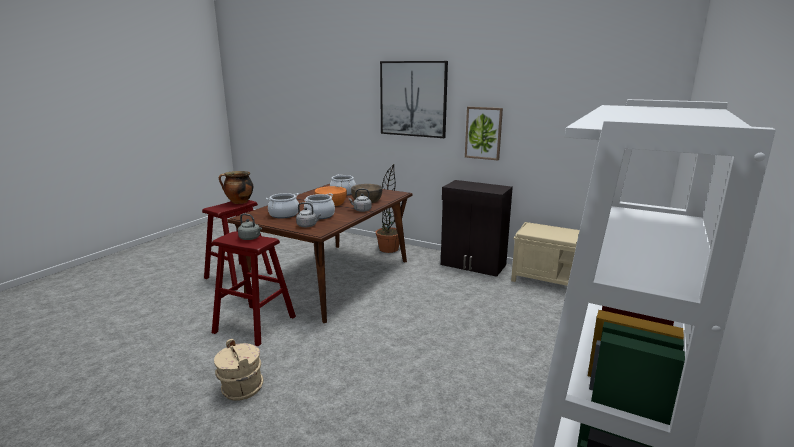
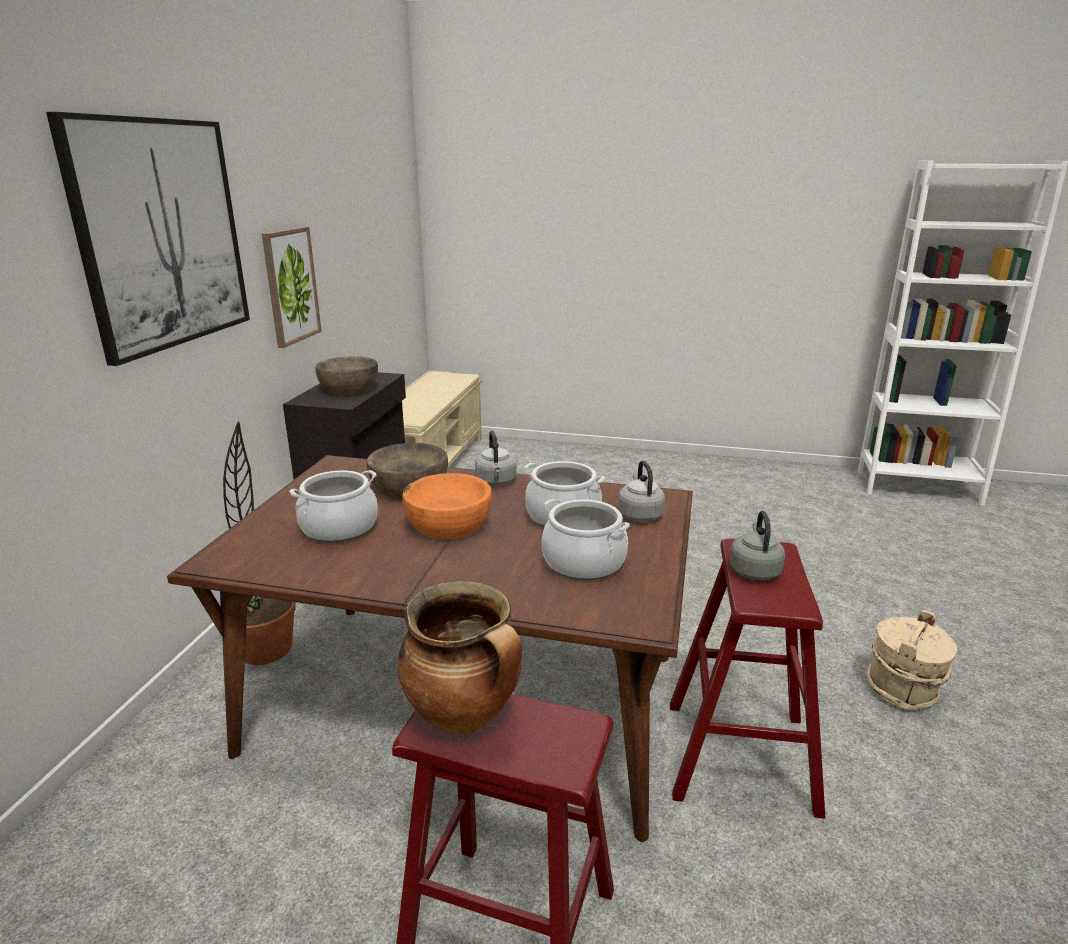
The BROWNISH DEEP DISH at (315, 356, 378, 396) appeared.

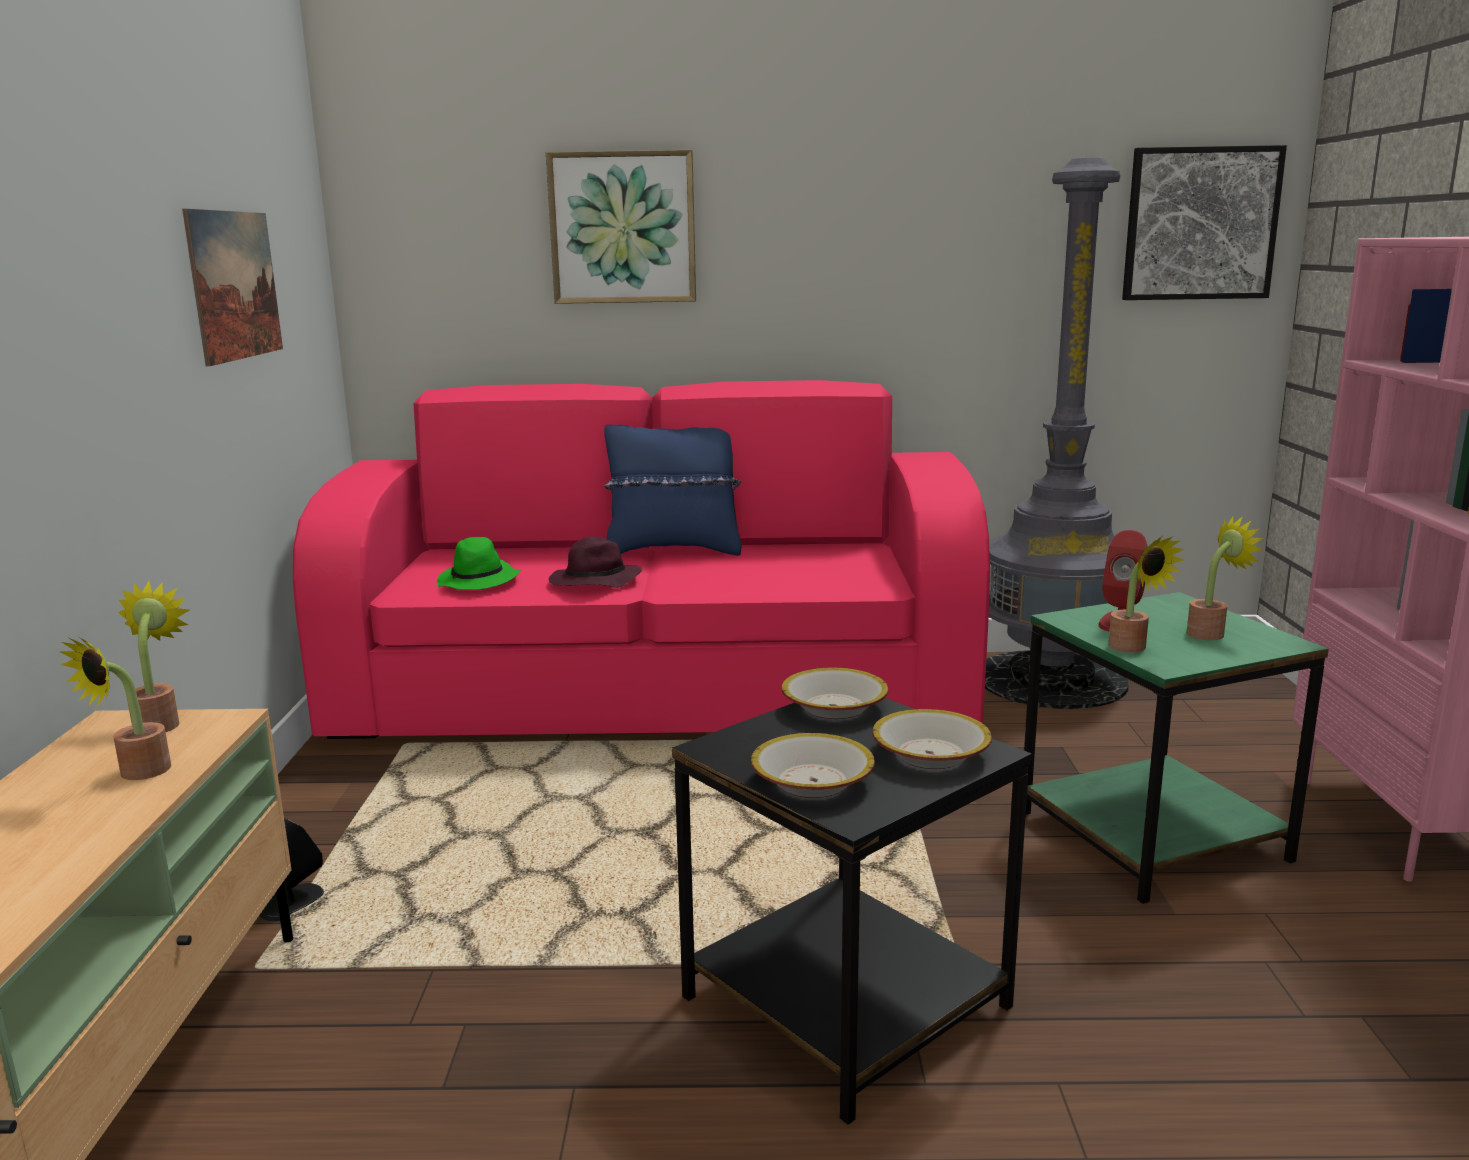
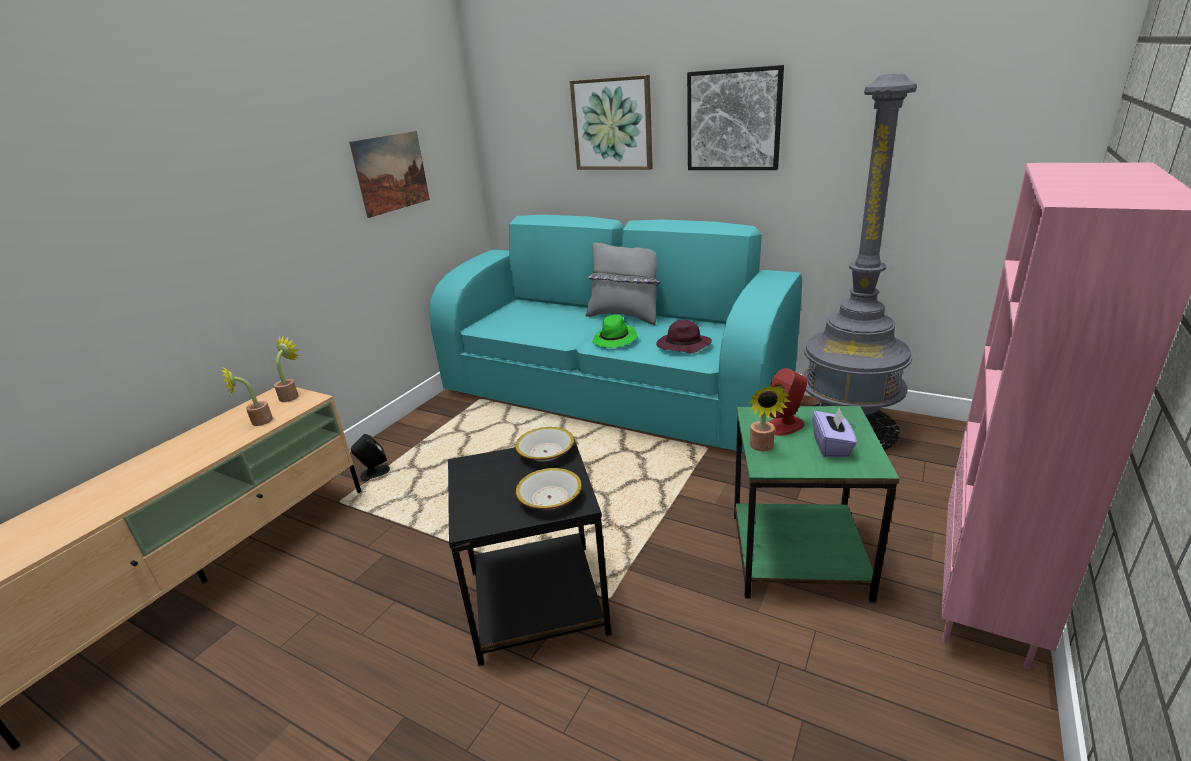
The PINKISH SOFA at (293, 380, 990, 739) became the TURQUOISE SOFA at (429, 215, 802, 453).
The BLUE-COLOURED CUSHION at (604, 425, 741, 556) became the GREY CUSHION at (586, 242, 661, 325).
The GREEN-COLOURED HAT moved from (437, 537, 521, 590) to (592, 315, 638, 348).
The PURPLE HAT moved from (549, 536, 642, 588) to (656, 320, 712, 354).
The WALL PICTURE moved from (1122, 145, 1287, 300) to (687, 65, 784, 170).
The PLANT IN A POT at (1187, 516, 1263, 640) was replaced by the PURPLE TISSUE BOX at (812, 407, 857, 457).
The DEEP DISH at (751, 733, 875, 798) disappeared.

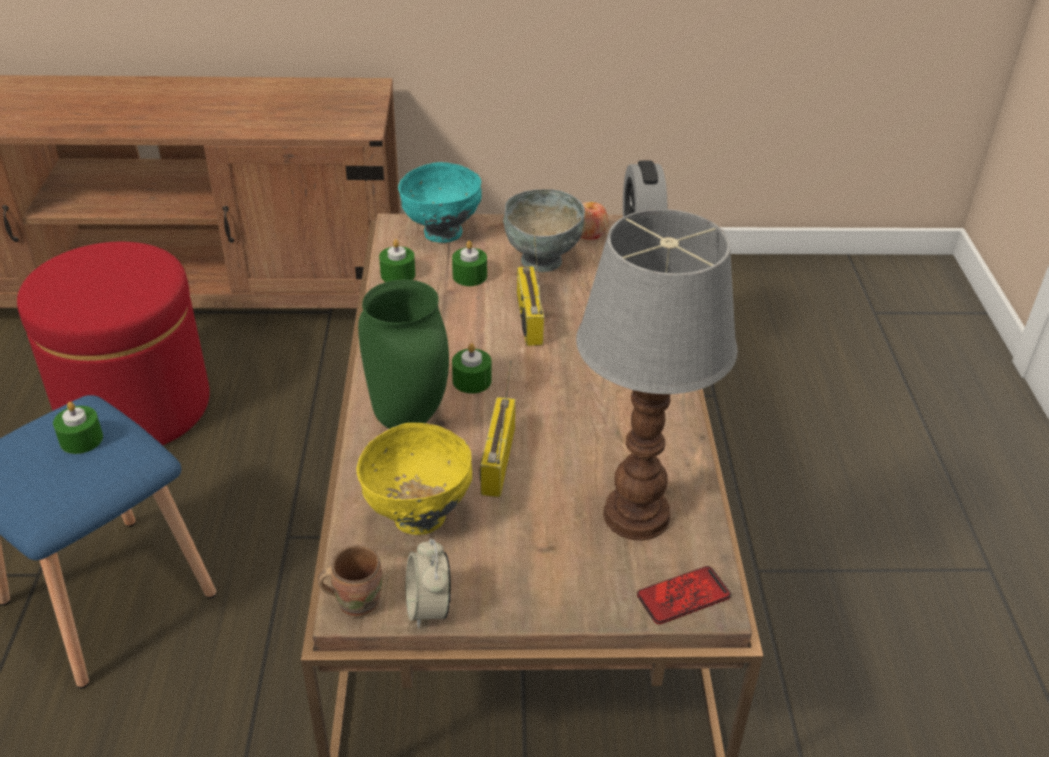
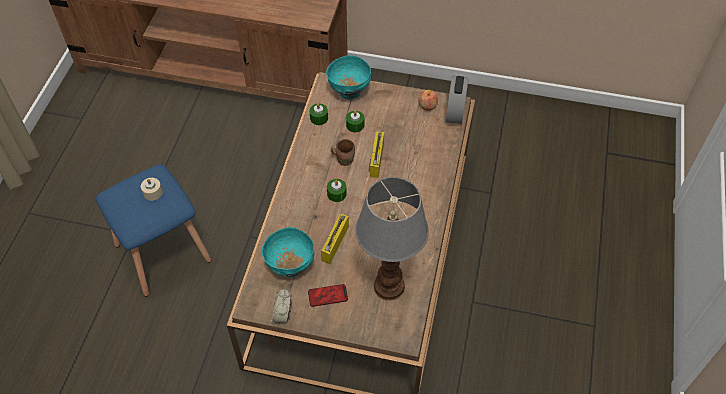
The GREEN-COLOURED CANDLE at (53, 402, 103, 454) became the SAND-COLOURED CANDLE at (141, 178, 163, 201).
The YELLOW-COLOURED DEEP DISH at (357, 423, 472, 535) became the TURQUOISE DEEP DISH at (262, 227, 314, 277).
The TELEPHONE moved from (637, 566, 731, 624) to (308, 284, 348, 307).
The BROWNISH COFFEE MUG moved from (318, 545, 382, 617) to (331, 139, 355, 166).
The REDDISH FOOTREST at (17, 242, 210, 445) disappeared.
The GREEN-COLOURED DECORATIVE VASE at (358, 279, 449, 429) disappeared.
The GREY DEEP DISH at (503, 189, 585, 272) disappeared.

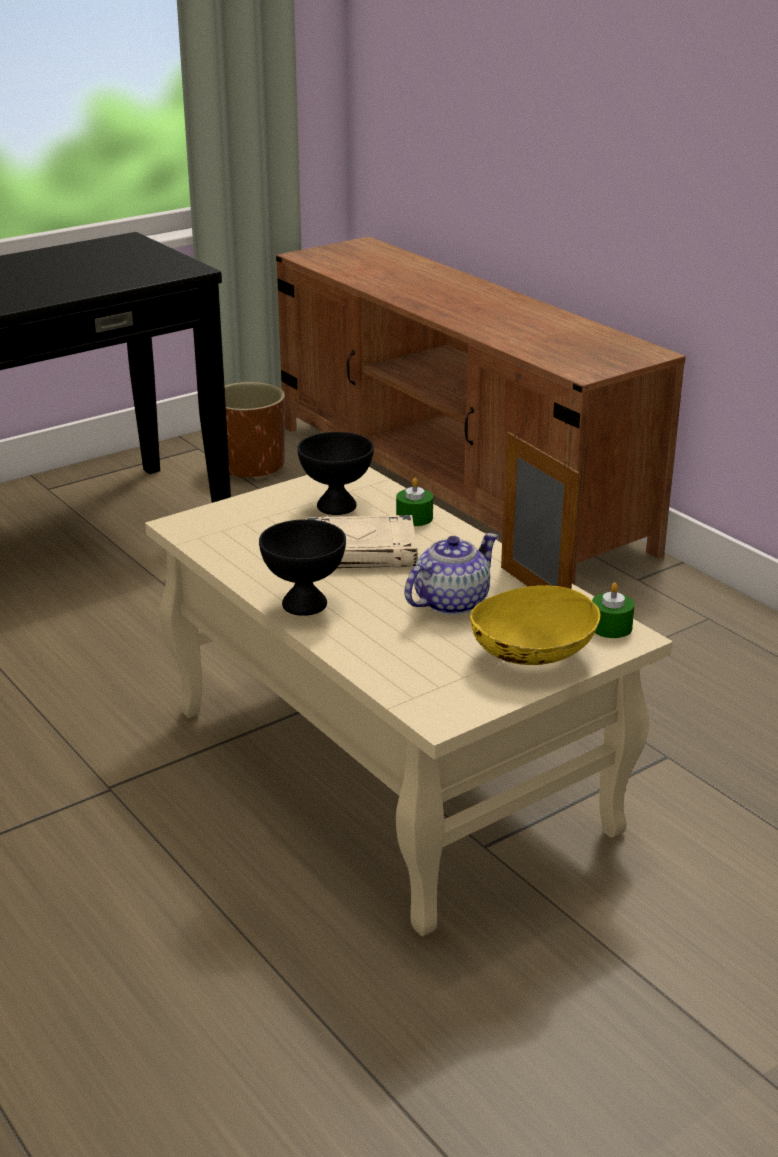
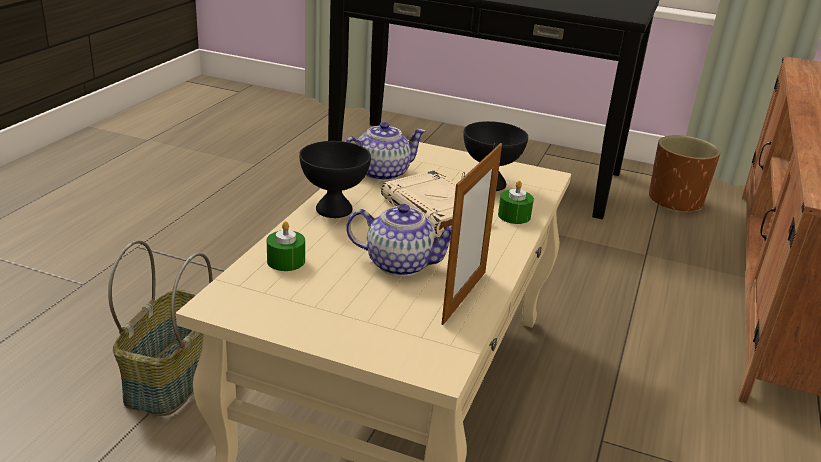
The HOUSEHOLD BASKET at (108, 240, 213, 416) appeared.
The GREEN-COLOURED CANDLE moved from (592, 582, 635, 638) to (267, 221, 305, 271).
The POT FOR TEA at (345, 122, 426, 181) appeared.
The YELLOW-COLOURED DEEP DISH at (470, 585, 600, 665) disappeared.

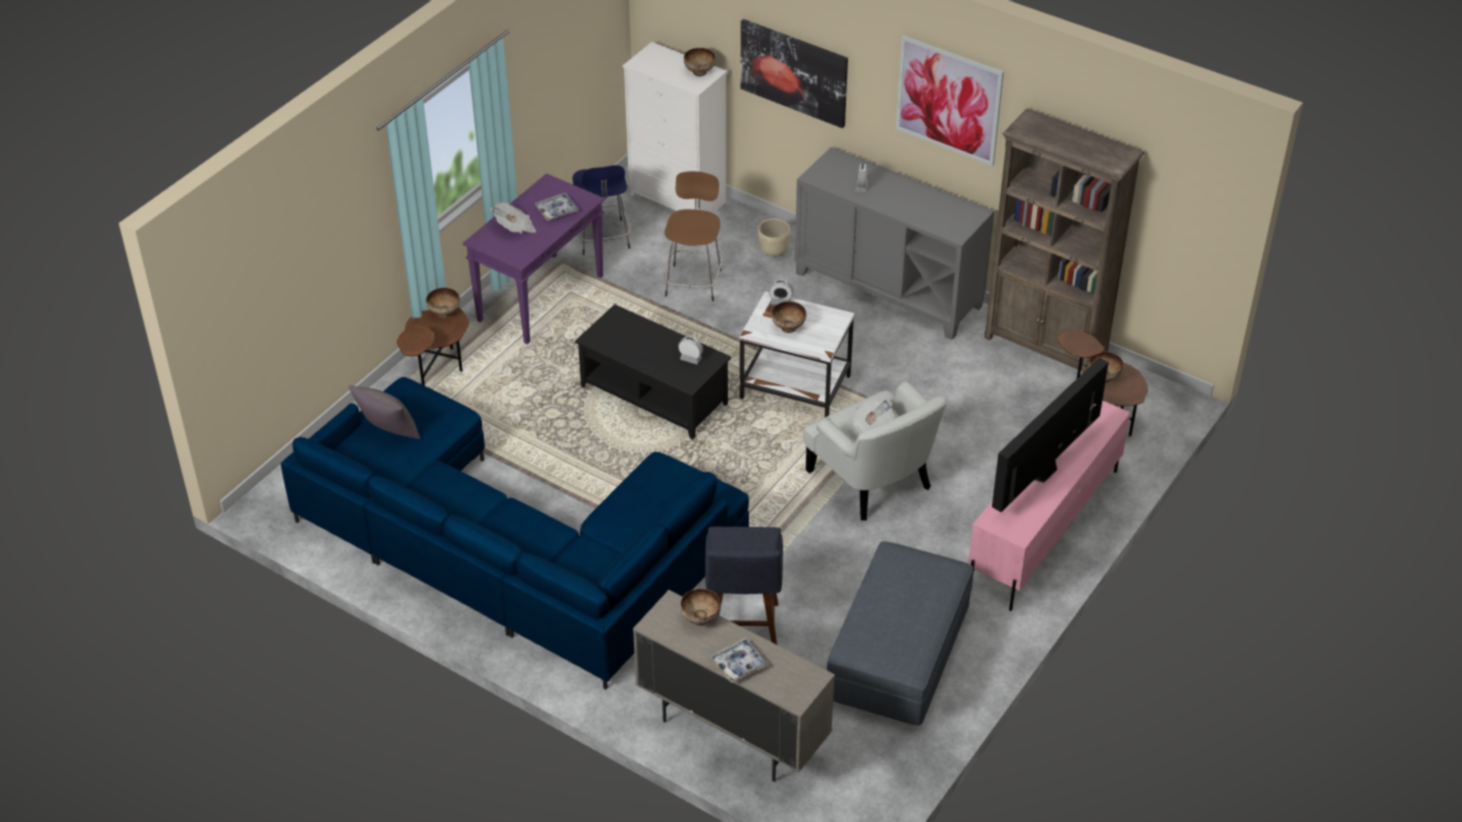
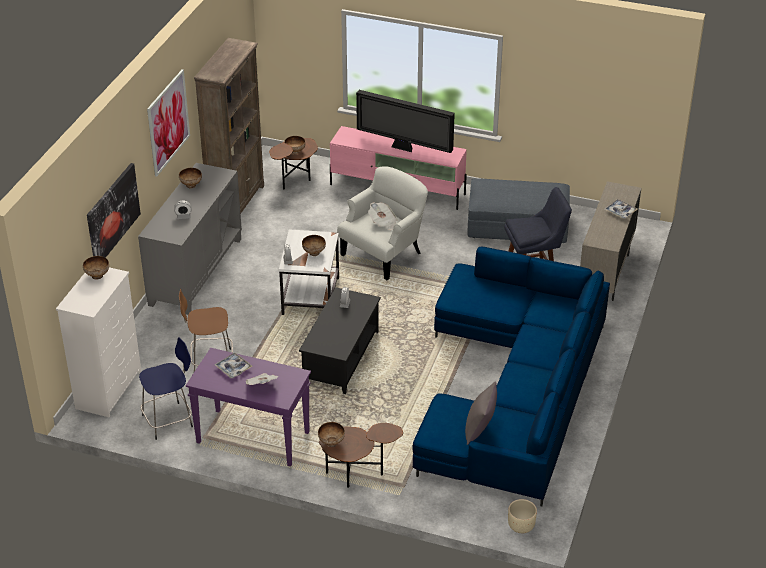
The DEEP DISH moved from (680, 588, 721, 626) to (179, 168, 202, 188).
The SAND-COLOURED PLANTER moved from (758, 218, 790, 256) to (508, 499, 537, 533).

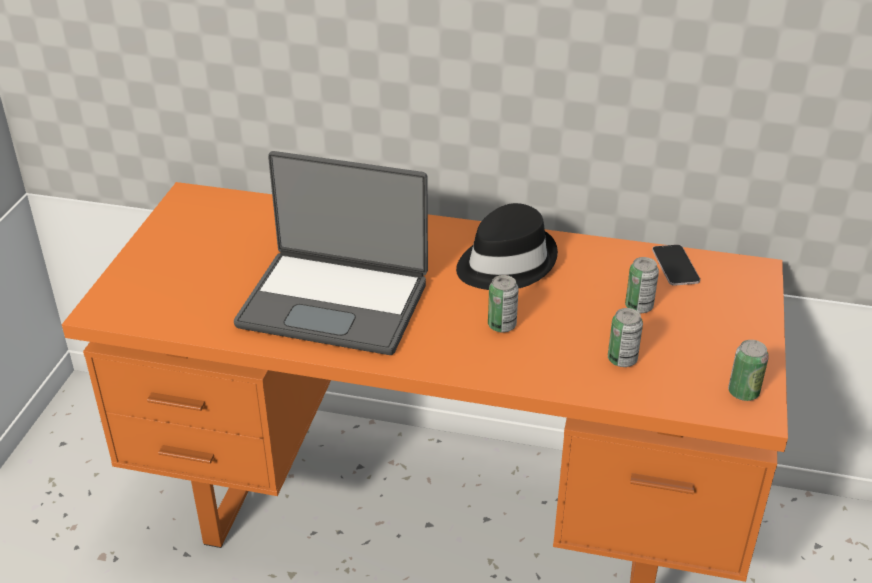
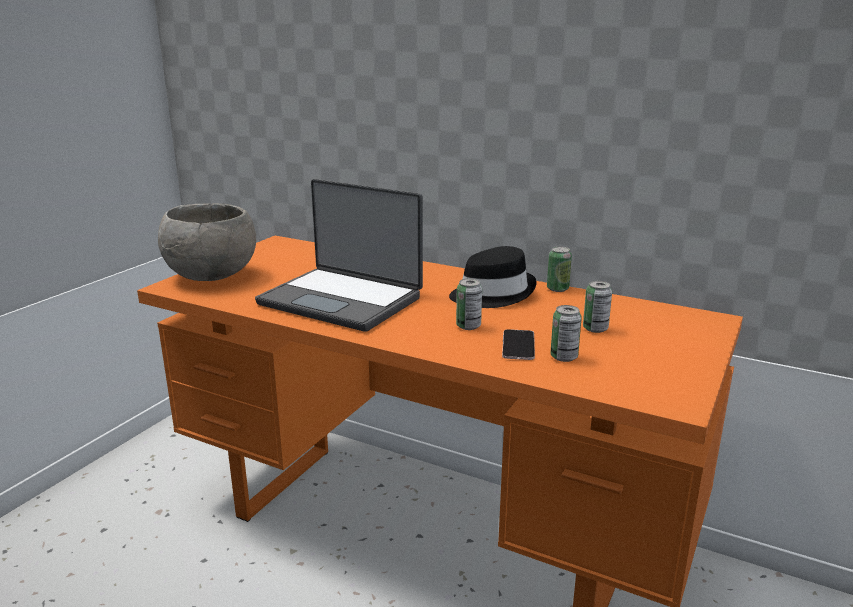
The GREY DEEP DISH at (158, 203, 256, 281) appeared.
The TELEPHONE moved from (652, 244, 700, 286) to (502, 329, 535, 360).
The CAN moved from (728, 340, 769, 401) to (547, 246, 572, 292).

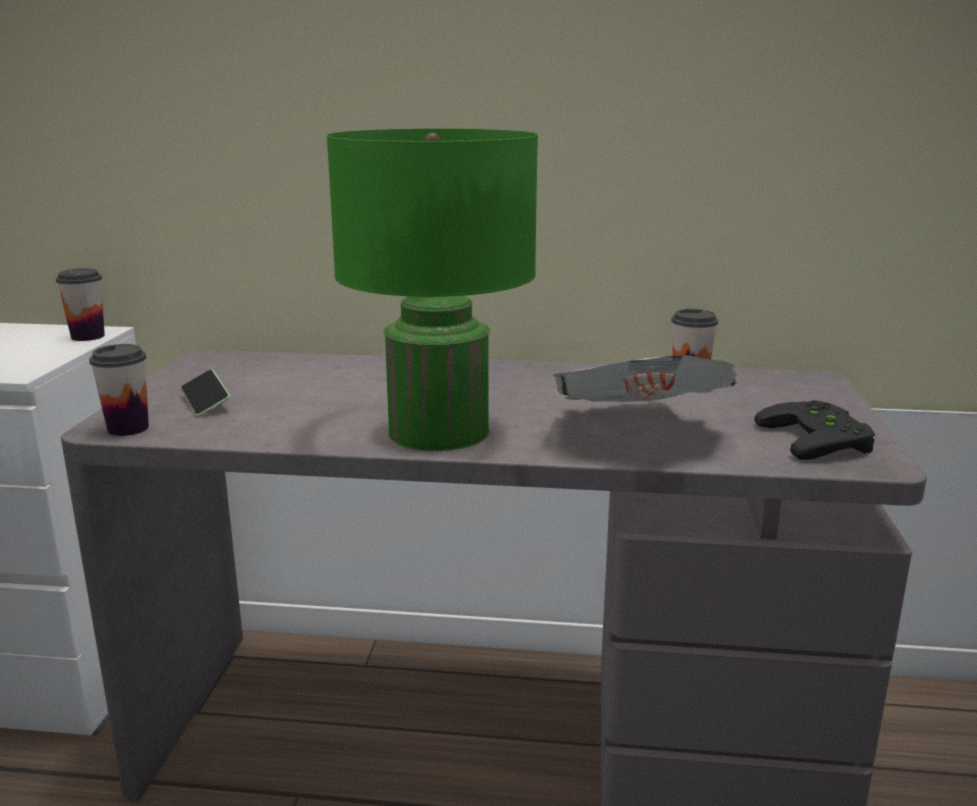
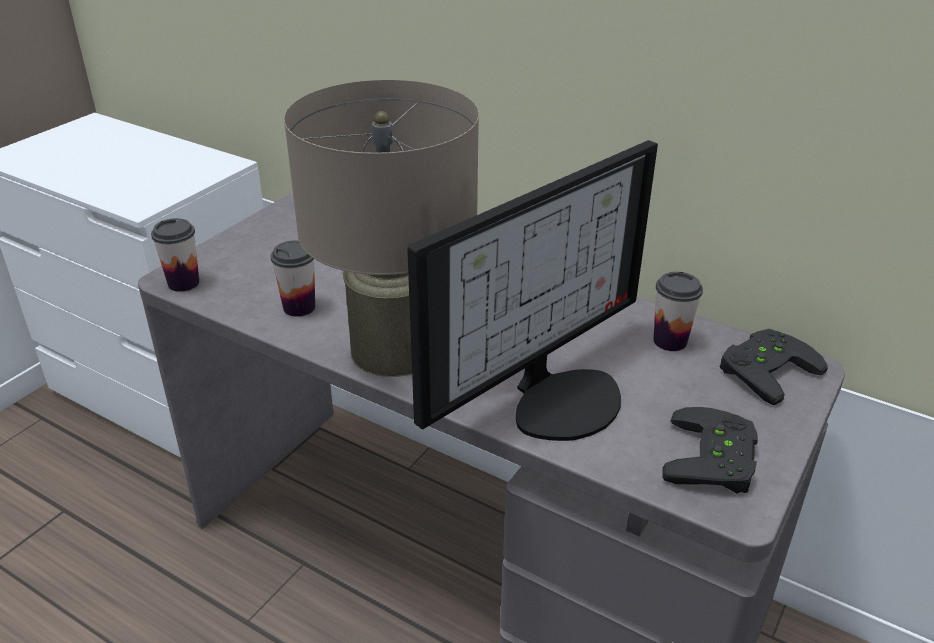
The DRINKING CUP moved from (56, 268, 105, 341) to (271, 240, 315, 317).
The GREEN-COLOURED TABLE LAMP at (326, 129, 538, 451) became the SAND-COLOURED TABLE LAMP at (284, 80, 479, 377).
The NEWSPAPER at (553, 355, 737, 402) was replaced by the MONITOR at (407, 140, 658, 441).
The BLACK-COLOURED GAME CONTROLLER at (720, 329, 828, 405) appeared.
The TELEPHONE at (181, 369, 230, 417) disappeared.

